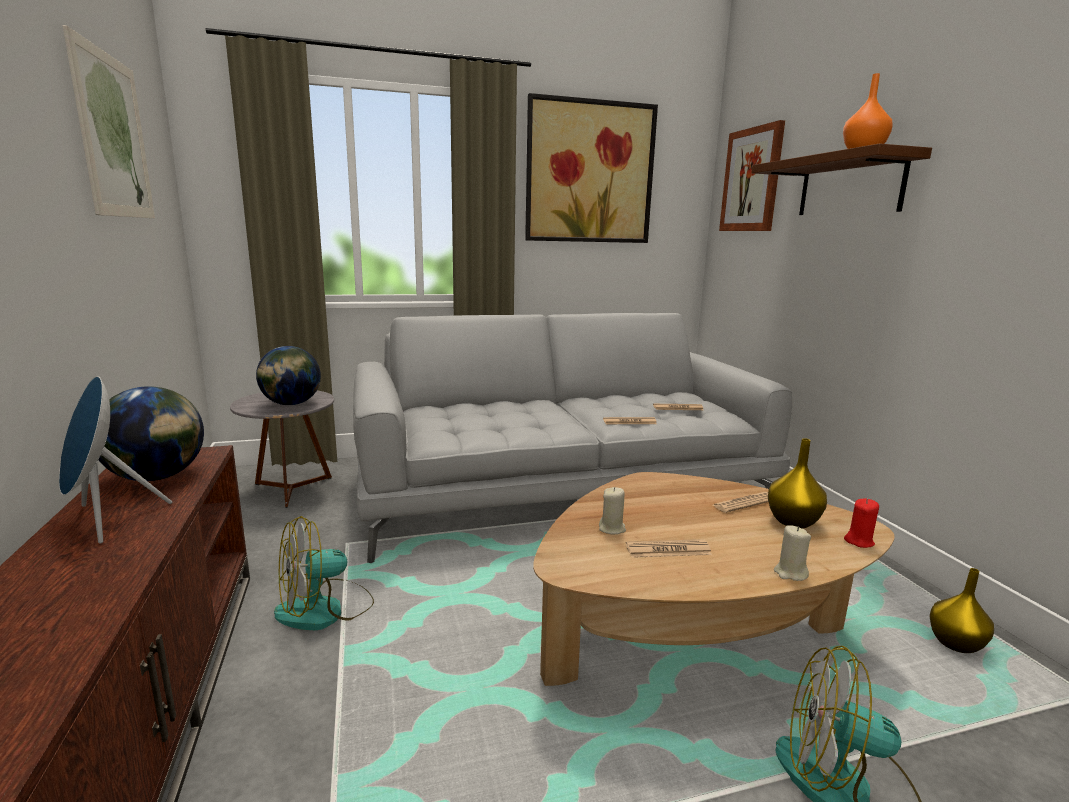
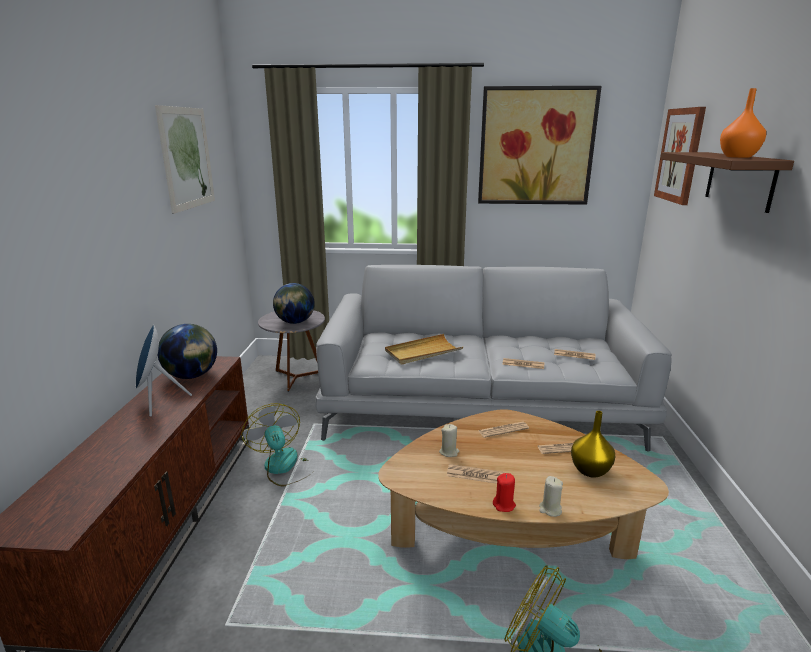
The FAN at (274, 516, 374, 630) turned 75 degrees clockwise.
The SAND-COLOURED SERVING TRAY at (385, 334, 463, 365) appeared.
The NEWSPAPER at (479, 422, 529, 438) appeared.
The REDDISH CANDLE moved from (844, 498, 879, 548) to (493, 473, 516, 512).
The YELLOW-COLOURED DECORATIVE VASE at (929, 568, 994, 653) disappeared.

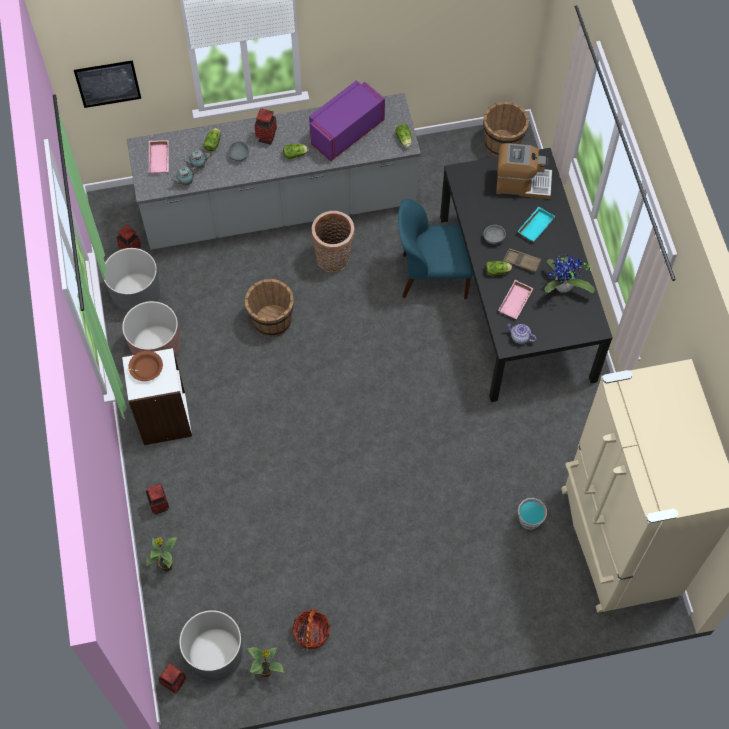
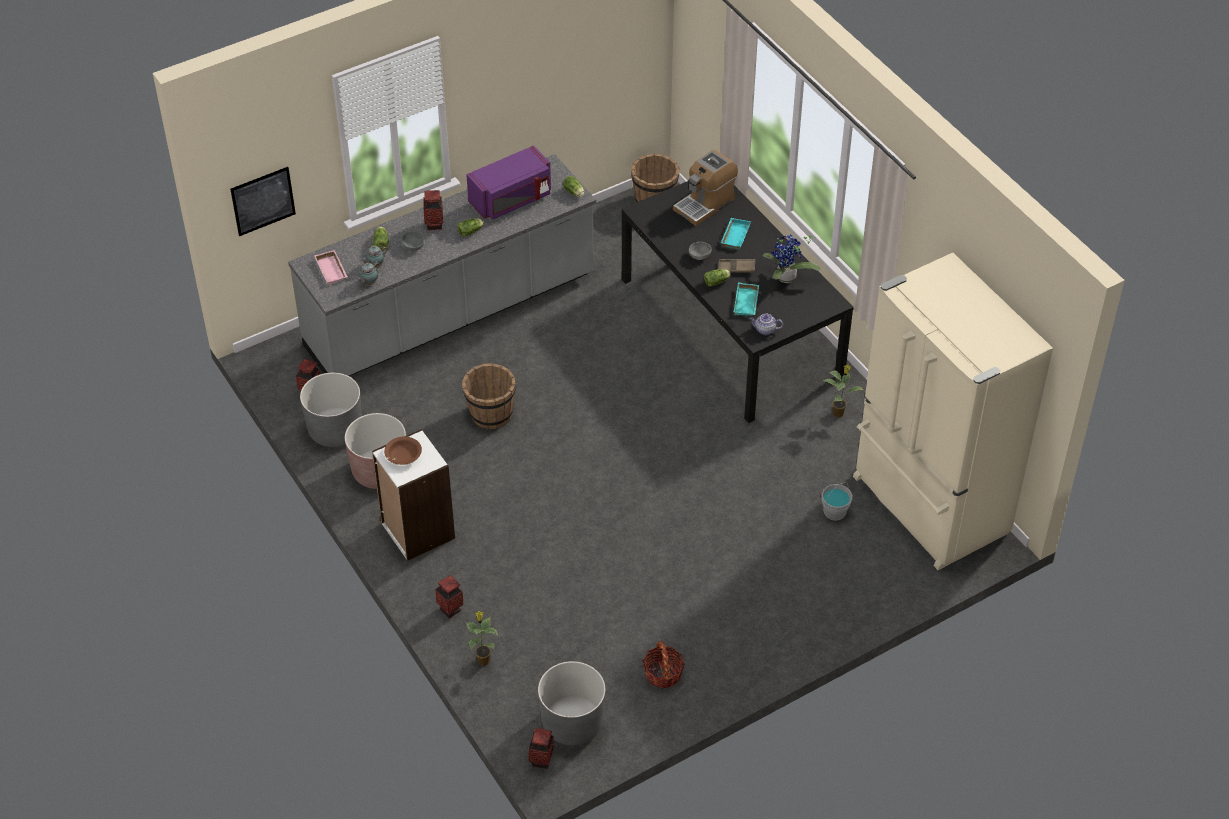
The PURPLE KITCHEN MICROWAVE at (309, 80, 385, 161) turned 150 degrees counterclockwise.
The COFFEE MAKER at (496, 143, 552, 199) turned 150 degrees clockwise.
The PINKISH SERVING TRAY at (498, 280, 533, 319) became the TURQUOISE SERVING TRAY at (734, 282, 759, 316).
The PLANT IN A POT moved from (247, 647, 284, 677) to (823, 364, 863, 417).
The HOUSEHOLD BASKET at (311, 211, 355, 272) disappeared.
The BLUE-COLOURED CHAIR at (398, 199, 473, 299) disappeared.

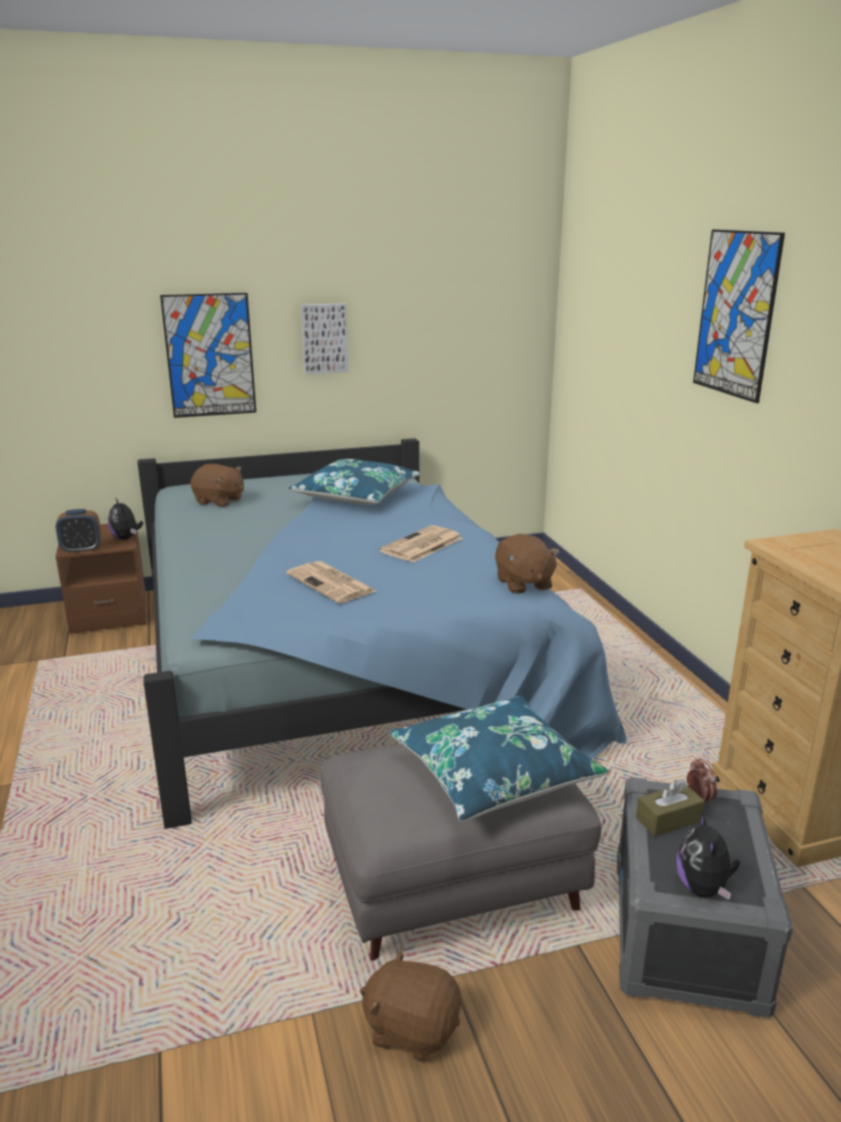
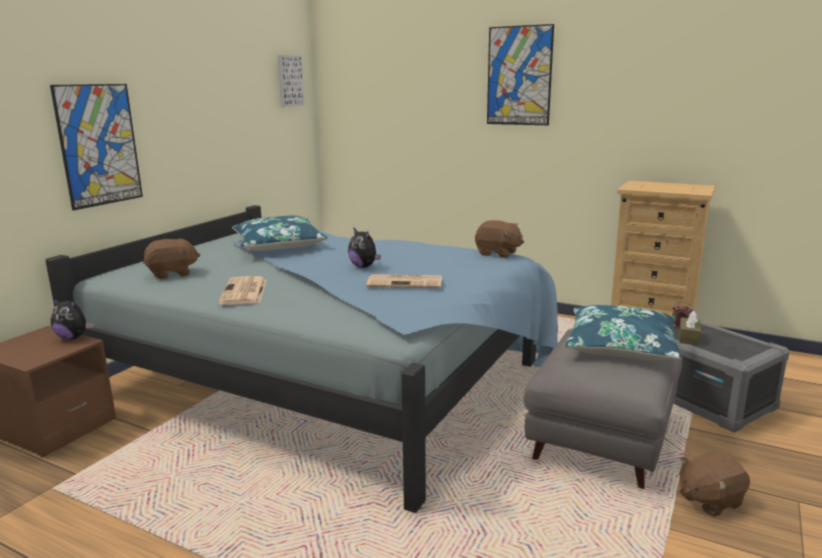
The NEWSPAPER moved from (379, 525, 463, 563) to (218, 276, 267, 305).
The WALL PICTURE moved from (301, 303, 348, 374) to (277, 55, 305, 107).
The SOFT TOY moved from (676, 811, 740, 900) to (348, 227, 381, 268).
The BEDSIDE CLOCK at (56, 509, 101, 553) disappeared.

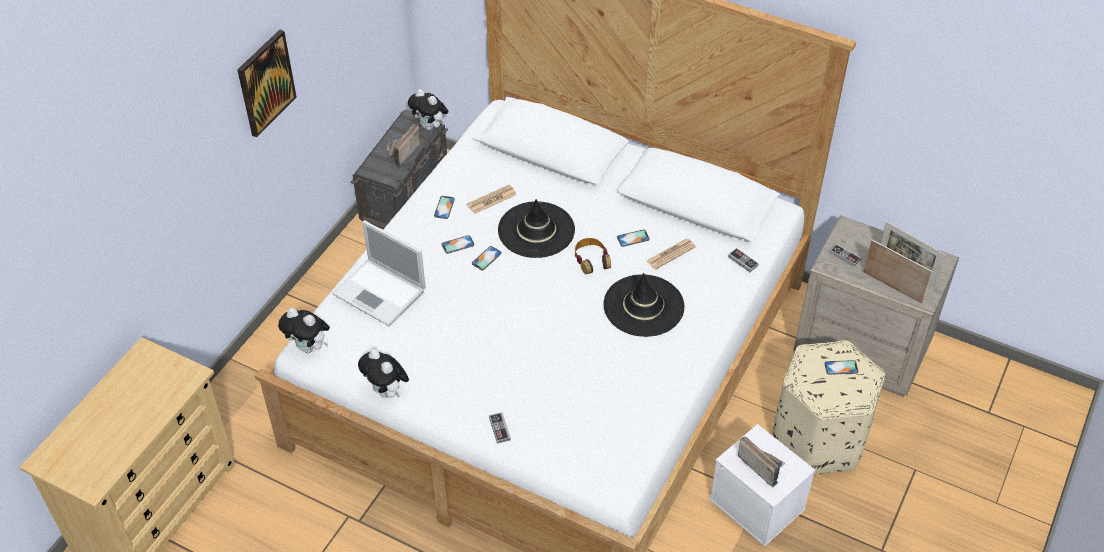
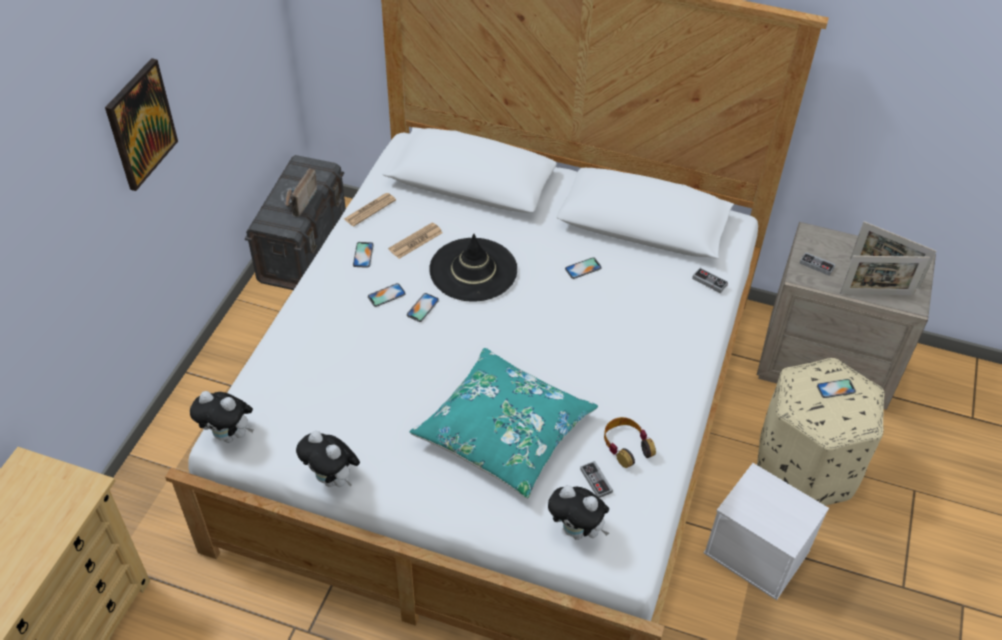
The NEWSPAPER moved from (647, 239, 696, 270) to (344, 193, 396, 226).
The TURQUOISE CUSHION at (410, 348, 598, 499) appeared.
The SOFT TOY moved from (408, 89, 448, 131) to (548, 485, 609, 540).
The GAME CONTROLLER moved from (489, 412, 511, 444) to (580, 461, 613, 498).
The HEADSET moved from (575, 238, 611, 274) to (604, 417, 656, 468).
The PHOTO FRAME at (863, 240, 933, 304) turned 150 degrees clockwise.
The LAPTOP at (332, 220, 426, 326) disappeared.
The BLACK-COLOURED HAT at (603, 273, 684, 337) disappeared.
The RADIO SET at (738, 436, 785, 488) disappeared.

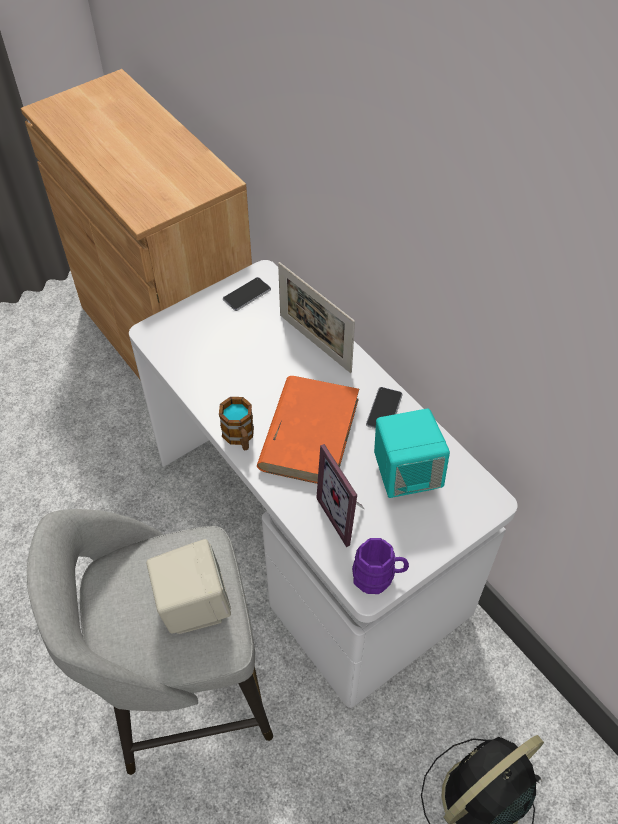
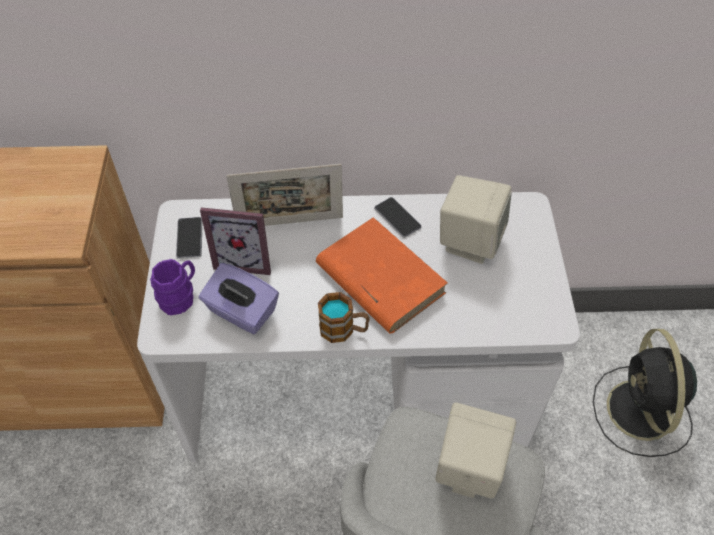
The PURPLE COFFEE MUG moved from (352, 538, 409, 594) to (150, 259, 195, 316).
The PURPLE TISSUE BOX at (199, 263, 279, 334) appeared.
The PHOTO FRAME moved from (316, 444, 365, 547) to (200, 208, 271, 275).
The TURQUOISE LOUDSPEAKER at (374, 409, 450, 498) became the SAND-COLOURED LOUDSPEAKER at (440, 175, 512, 264).

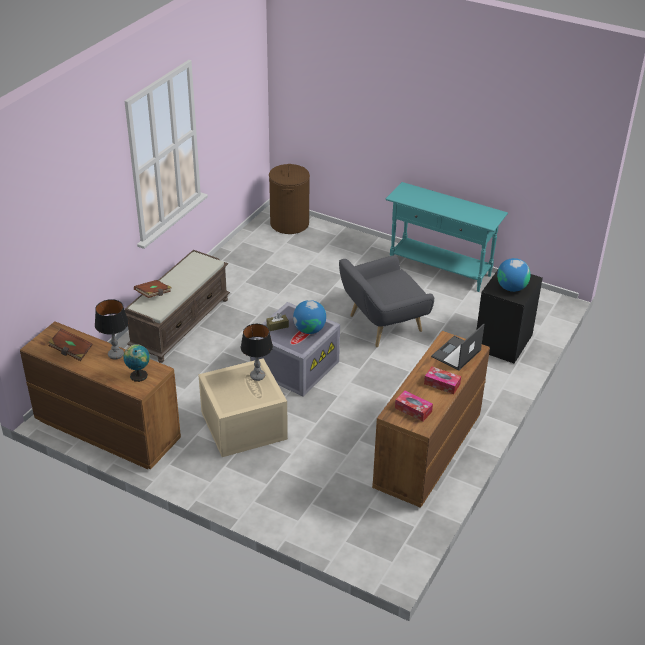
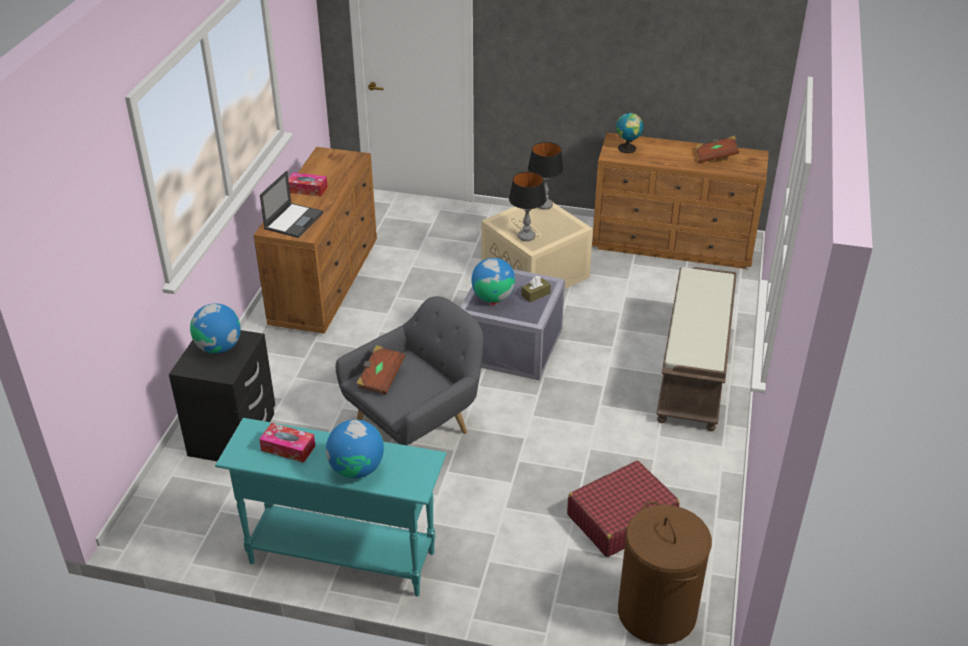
The TISSUE BOX moved from (395, 391, 433, 422) to (259, 423, 315, 463).
The WORLD GLOBE at (326, 420, 384, 478) appeared.
The BROWNISH BOUND BOOK moved from (134, 280, 172, 298) to (356, 345, 405, 395).
The TABLE LAMP moved from (95, 299, 129, 360) to (528, 142, 564, 210).
The REDDISH SUITCASE at (567, 461, 679, 557) appeared.

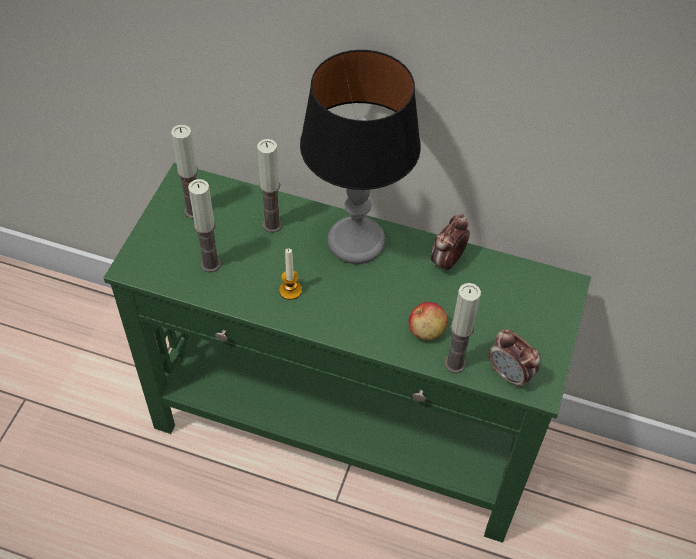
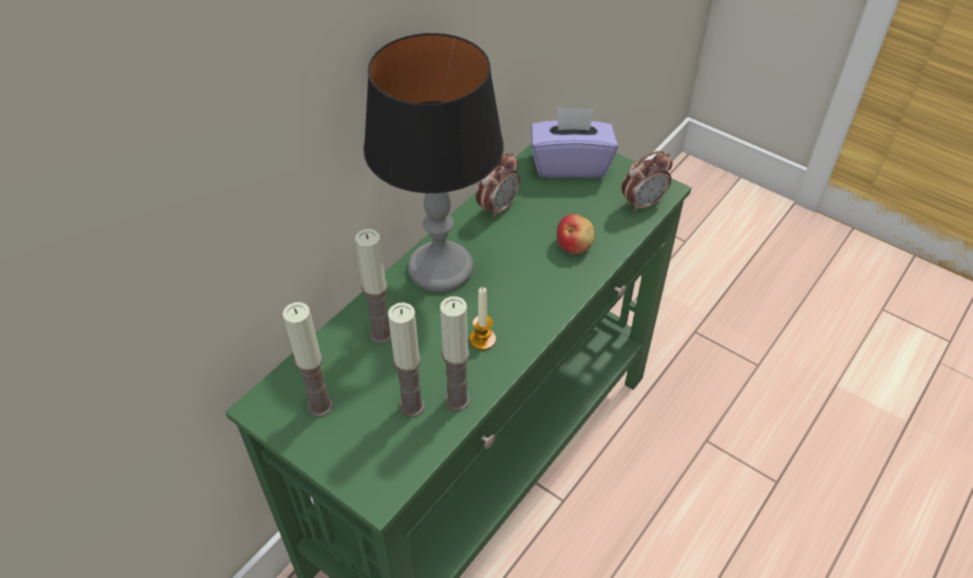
The CANDLE moved from (444, 283, 481, 373) to (440, 296, 470, 411).
The BEDSIDE CLOCK at (430, 214, 470, 272) turned 105 degrees counterclockwise.
The PURPLE TISSUE BOX at (531, 107, 618, 178) appeared.

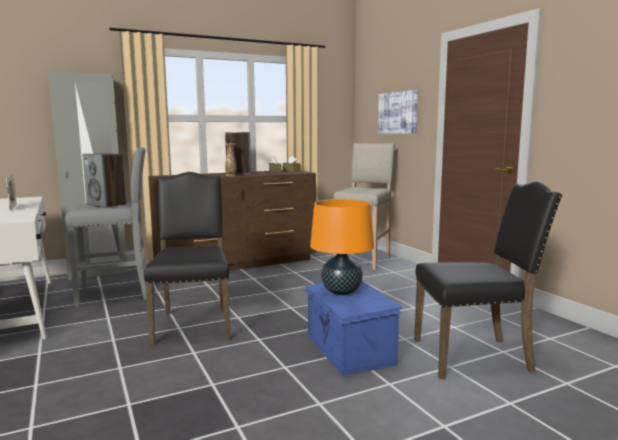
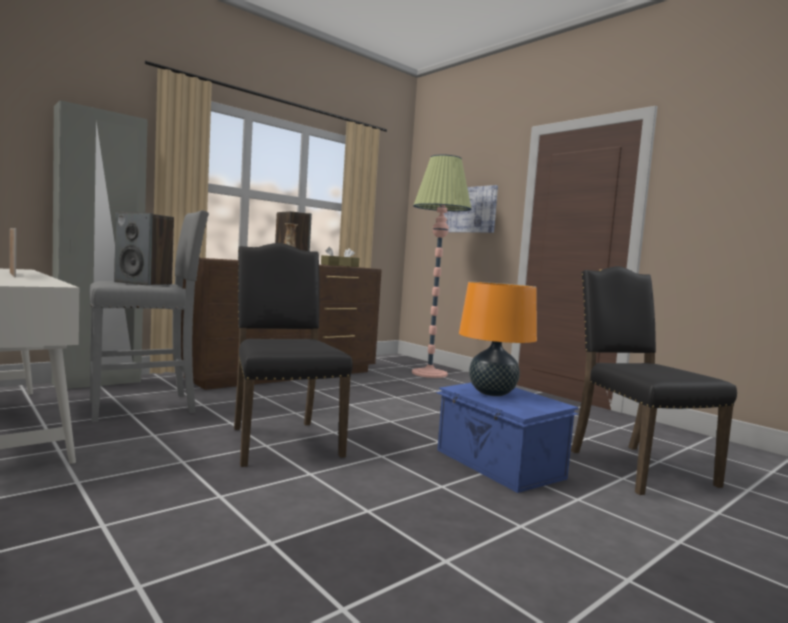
The SAND-COLOURED STOOL at (333, 143, 395, 270) was replaced by the STANDING LAMP at (412, 155, 472, 378).
The BLACK-COLOURED CHAIR at (414, 181, 562, 379) turned 90 degrees counterclockwise.

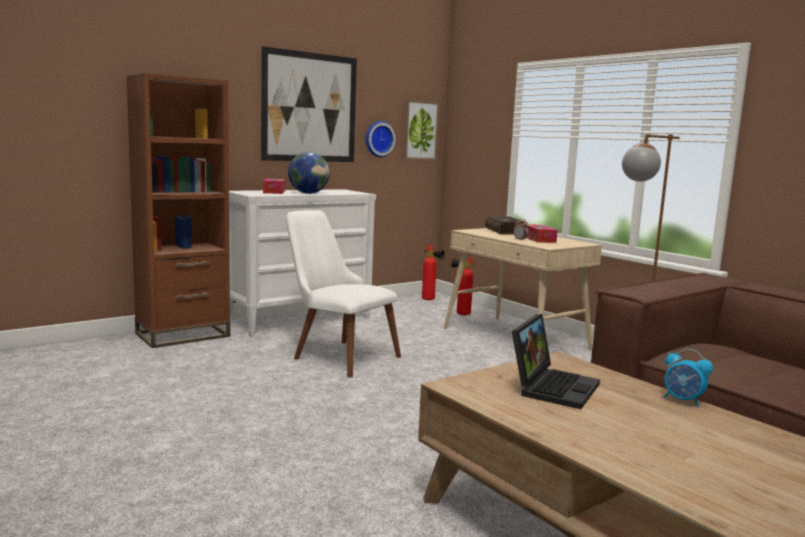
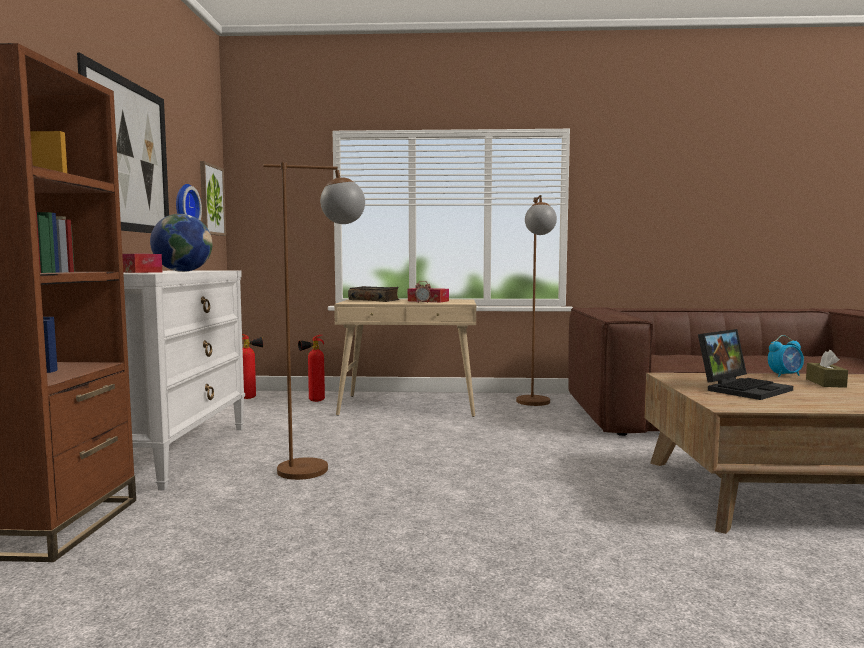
The WHITE CHAIR at (286, 210, 401, 378) was replaced by the BROWNISH STANDING LAMP at (263, 162, 365, 480).
The LAPTOP at (512, 314, 600, 409) turned 75 degrees clockwise.
The BROWNISH TISSUE BOX at (806, 350, 848, 388) appeared.

